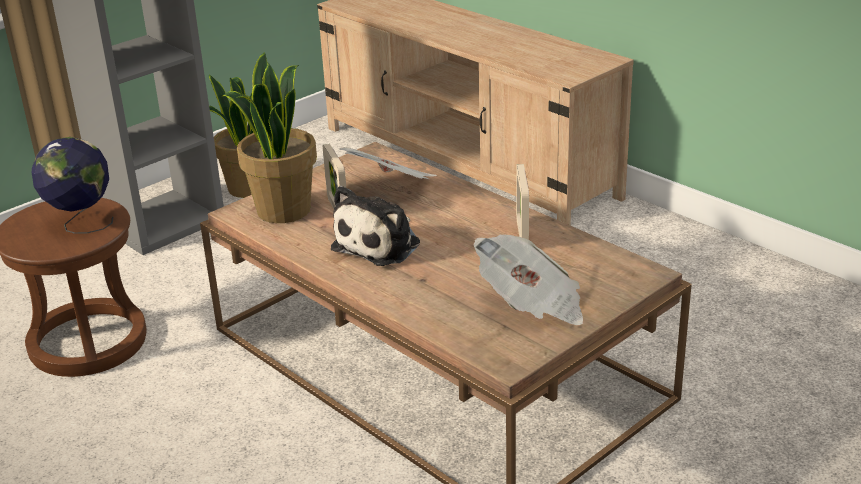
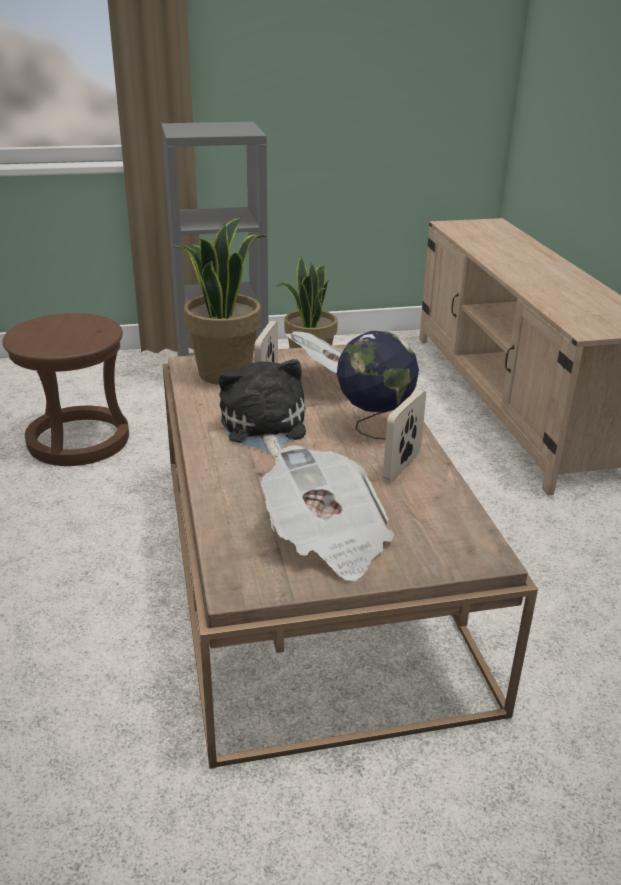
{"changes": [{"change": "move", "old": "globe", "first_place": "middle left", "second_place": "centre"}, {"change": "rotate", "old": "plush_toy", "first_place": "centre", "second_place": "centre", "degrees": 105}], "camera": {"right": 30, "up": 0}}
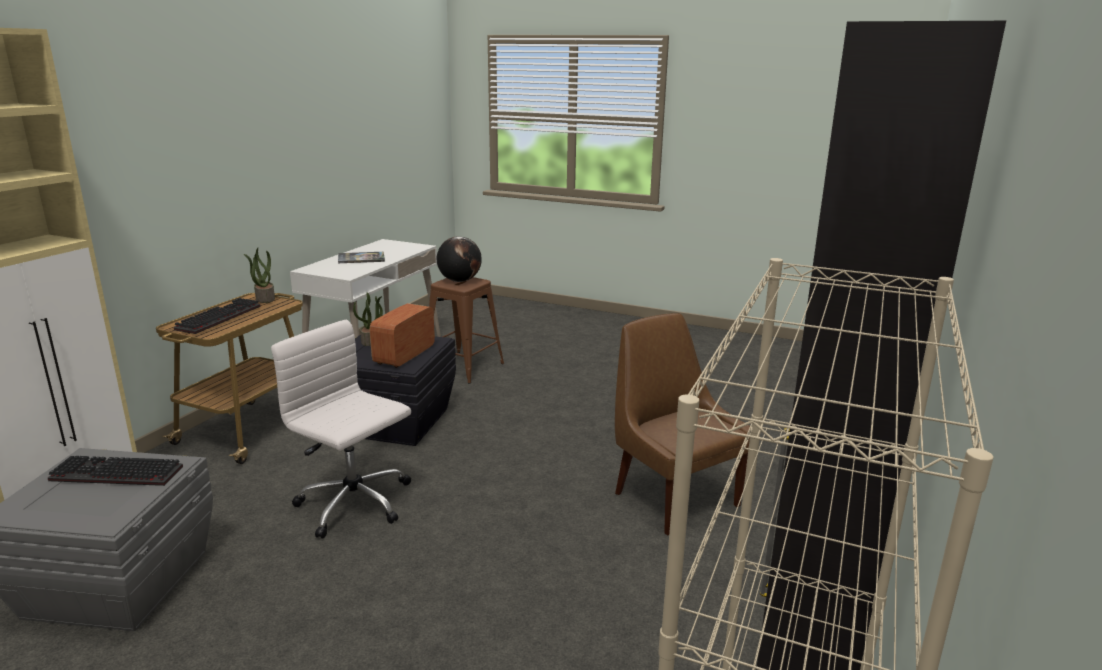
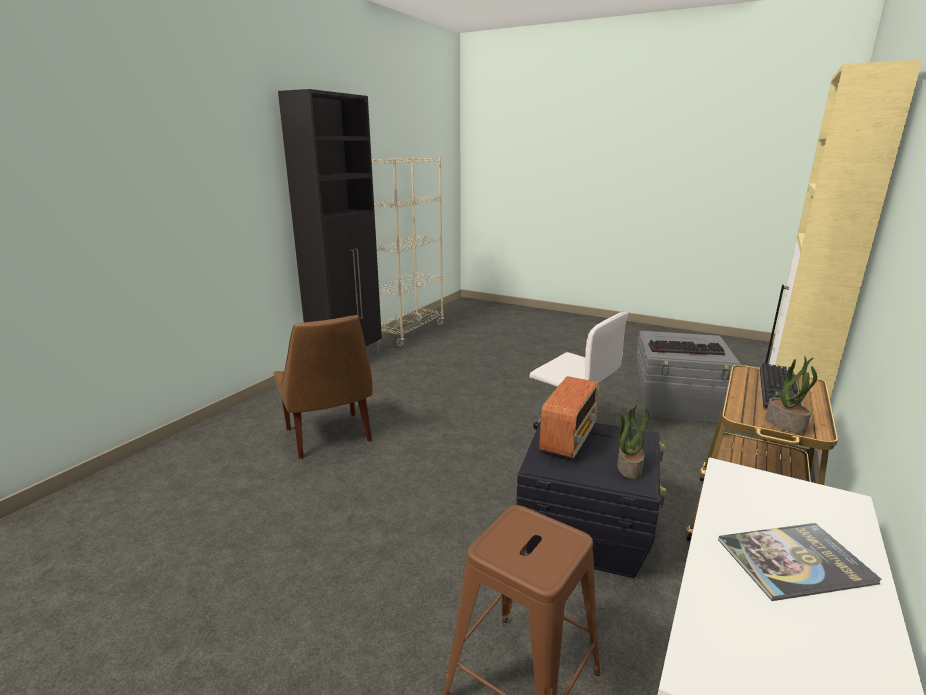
{"changes": [{"change": "delete", "old": "globe", "first_place": "centre"}], "camera": {"right": -175, "up": 0}}
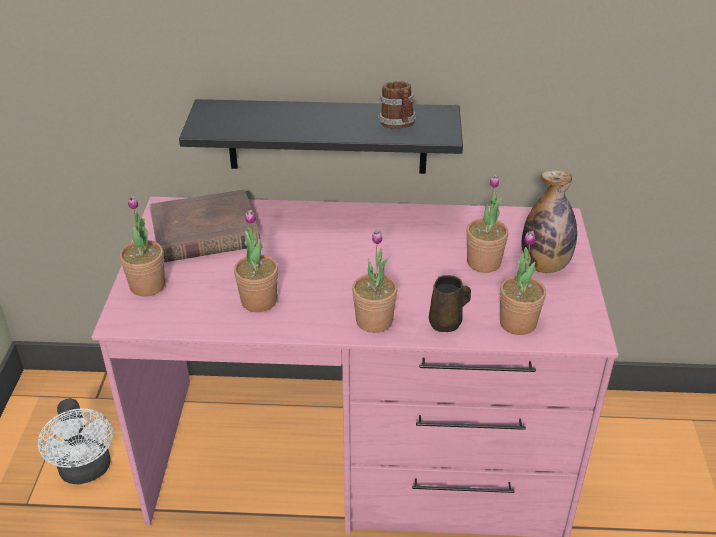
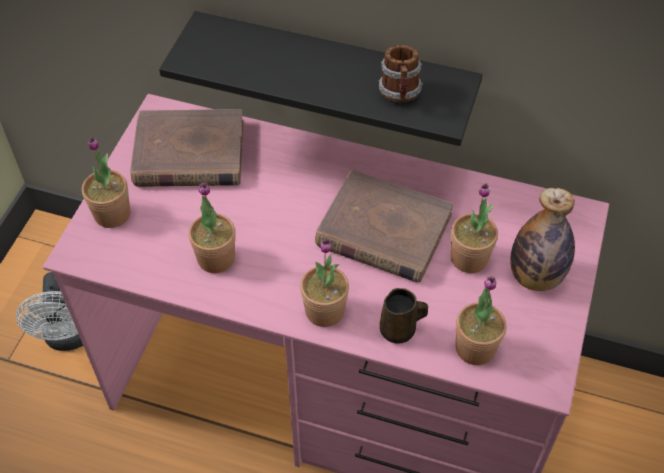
{"changes": [{"change": "insert", "new": "brown_book (2nd from left)", "second_place": "centre"}], "camera": {"right": 15, "up": 15}}
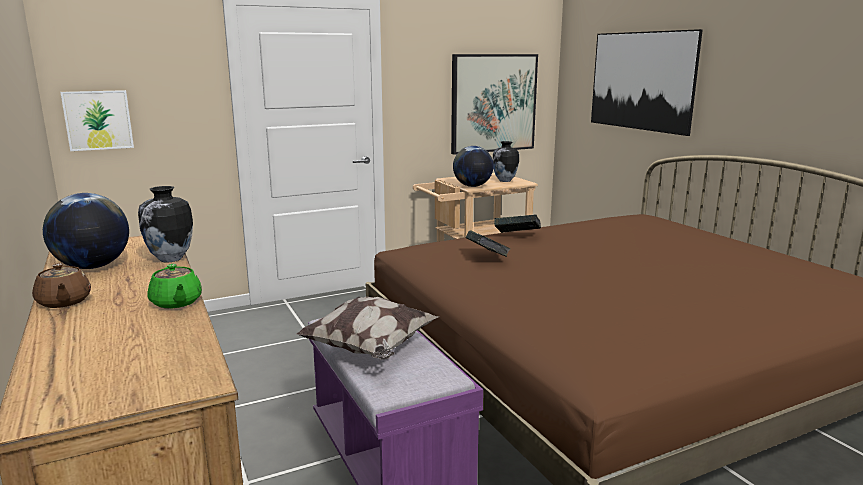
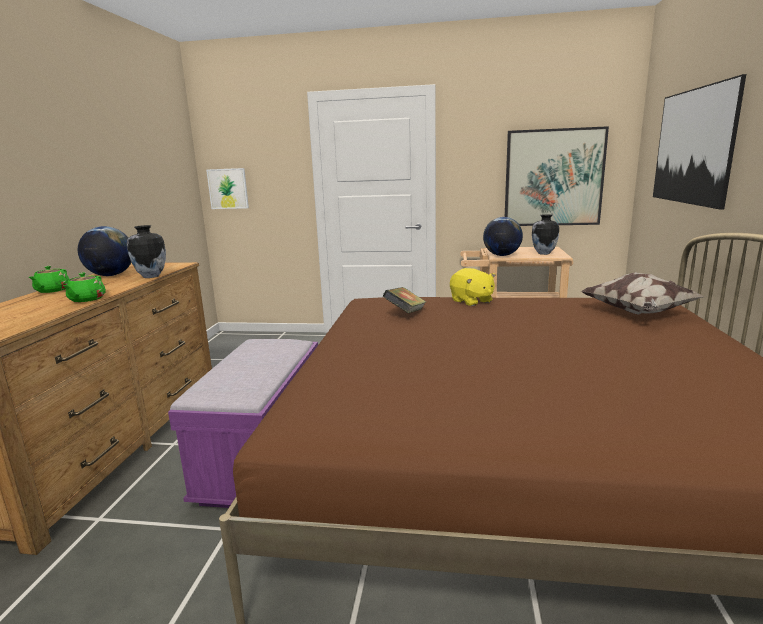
{"changes": [{"change": "recolor", "old": "brown_teapot", "new": "green_teapot (1st from left)", "first_place": "middle left", "second_place": "middle left"}, {"change": "move", "old": "pillow", "first_place": "bottom centre", "second_place": "middle right"}, {"change": "replace", "old": "book (2nd from left)", "new": "yellow_plush_toy", "first_place": "centre", "second_place": "centre"}], "camera": {"right": 35, "up": 0}}
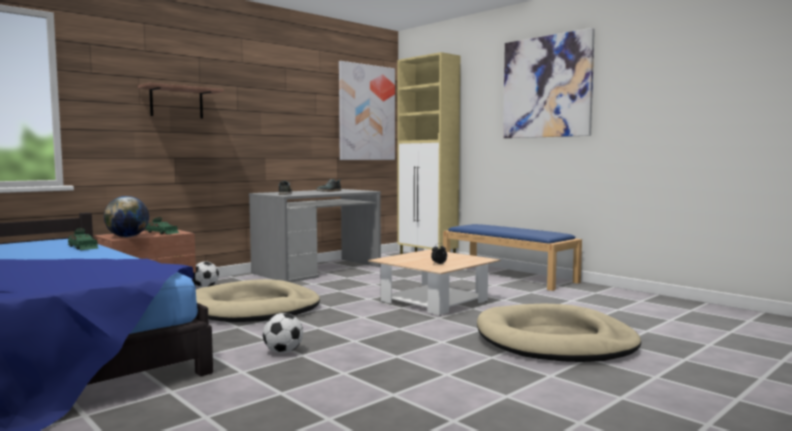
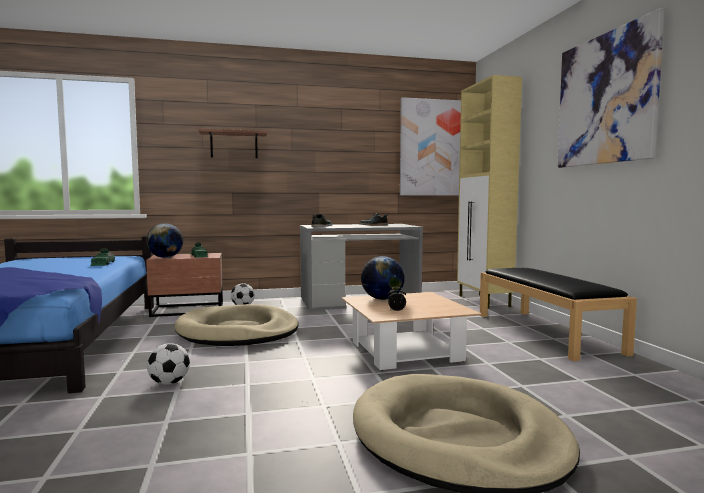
{"changes": [{"change": "recolor", "old": "blue_bench", "new": "black_bench", "first_place": "centre", "second_place": "middle right"}, {"change": "insert", "new": "globe (2nd from left)", "second_place": "centre"}], "camera": {"right": 30, "up": 0}}
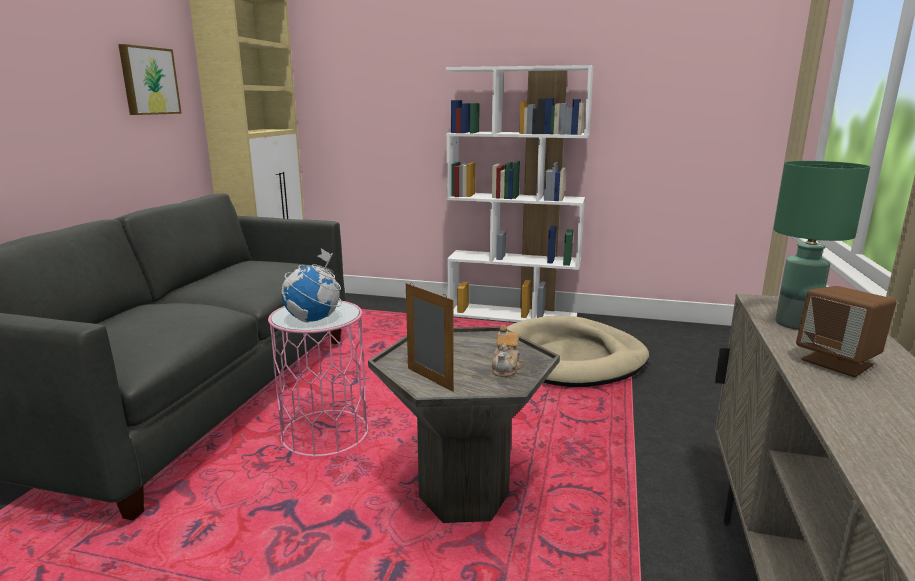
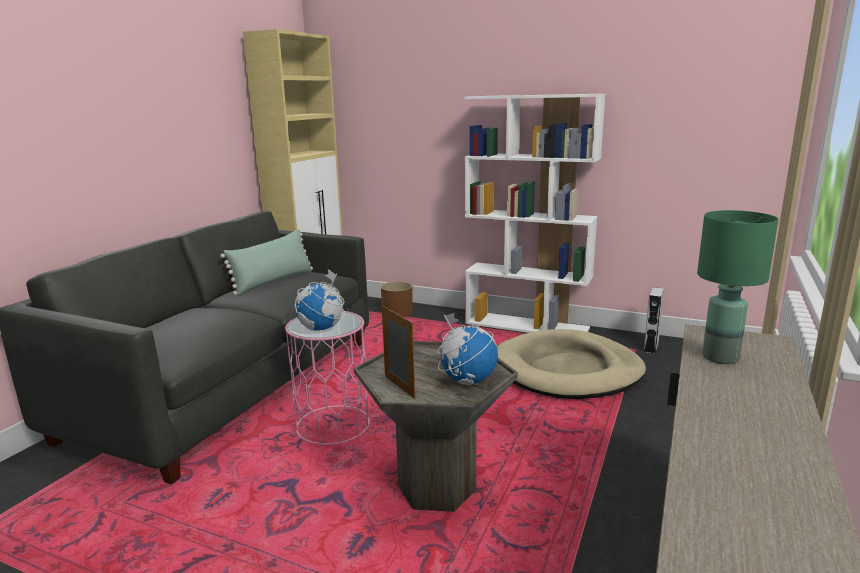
{"changes": [{"change": "delete", "old": "picture", "first_place": "top left"}, {"change": "replace", "old": "teapot", "new": "globe (2nd from left)", "first_place": "centre", "second_place": "centre"}, {"change": "delete", "old": "brown_speaker", "first_place": "middle right"}, {"change": "insert", "new": "green_pillow", "second_place": "middle left"}, {"change": "insert", "new": "brown_planter", "second_place": "centre"}, {"change": "insert", "new": "grey_speaker", "second_place": "middle right"}], "camera": {"right": 10, "up": 0}}
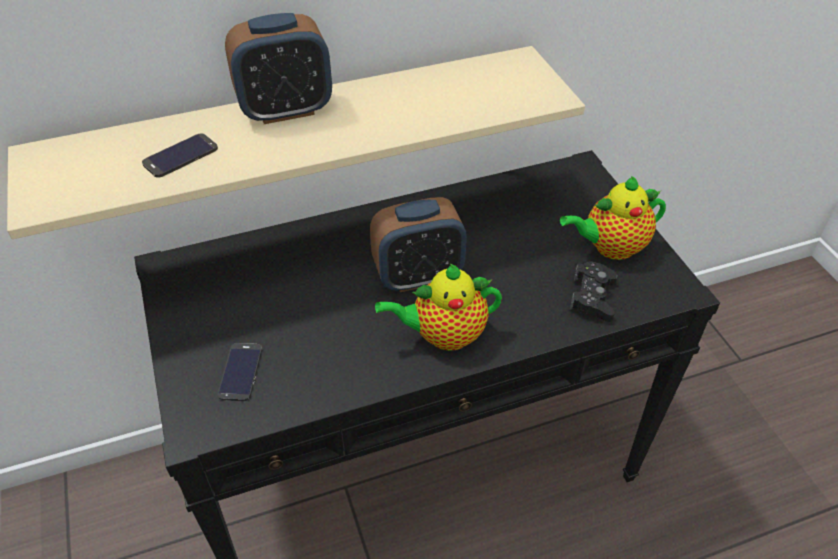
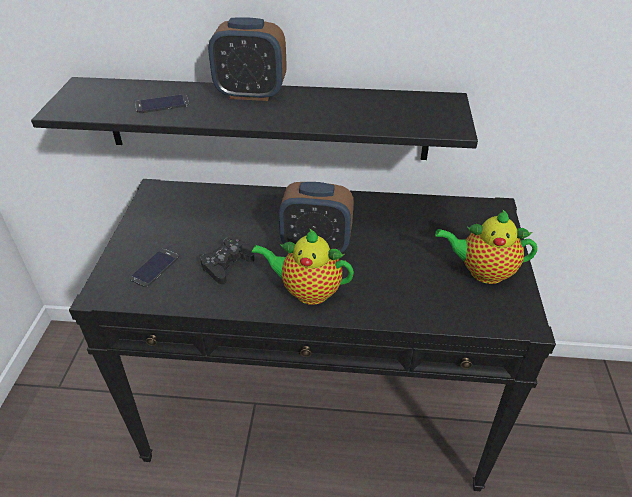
{"changes": [{"change": "recolor", "old": "beige_shelf", "new": "black_shelf", "first_place": "top centre", "second_place": "top centre"}, {"change": "move", "old": "black_game_controller", "first_place": "middle right", "second_place": "centre"}], "camera": {"right": 25, "up": -5}}
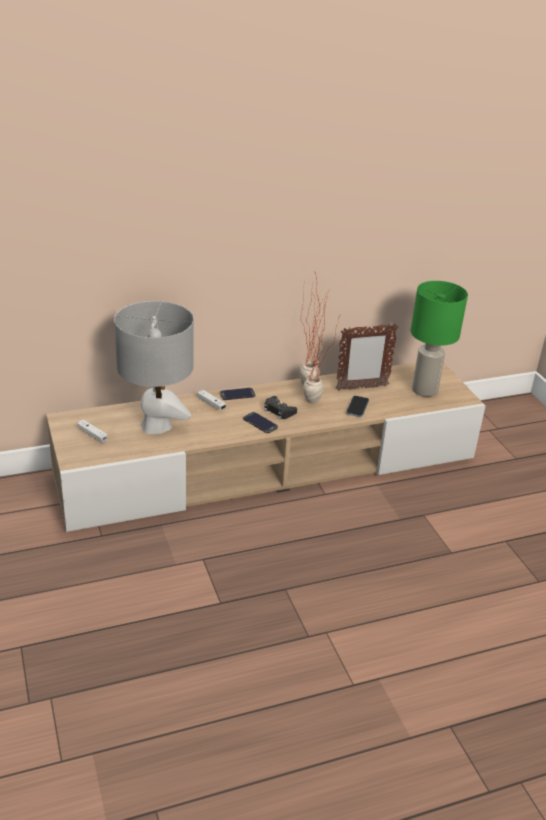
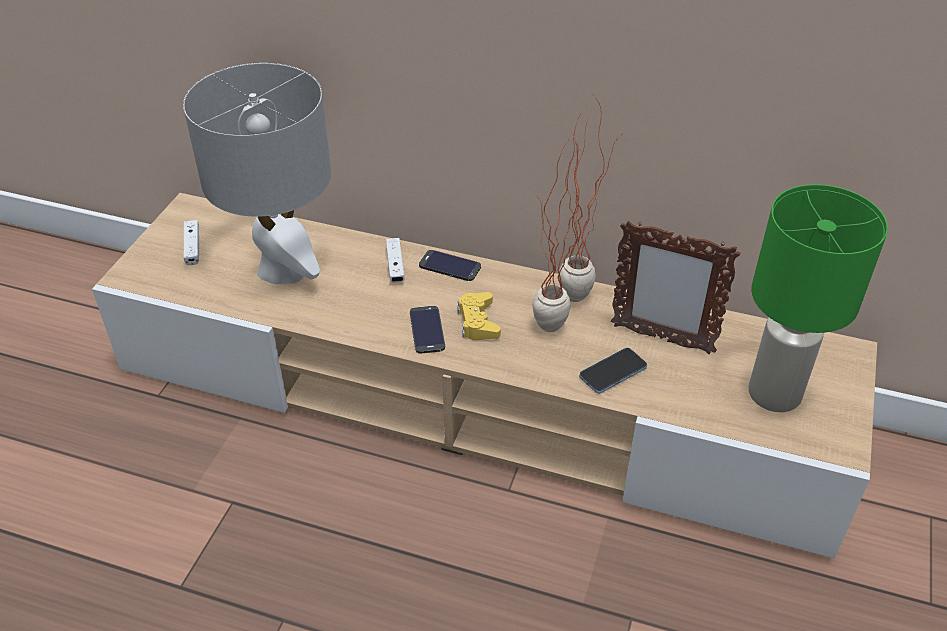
{"changes": [{"change": "recolor", "old": "black_game_controller", "new": "yellow_game_controller", "first_place": "centre", "second_place": "centre"}], "camera": {"right": 40, "up": 10}}
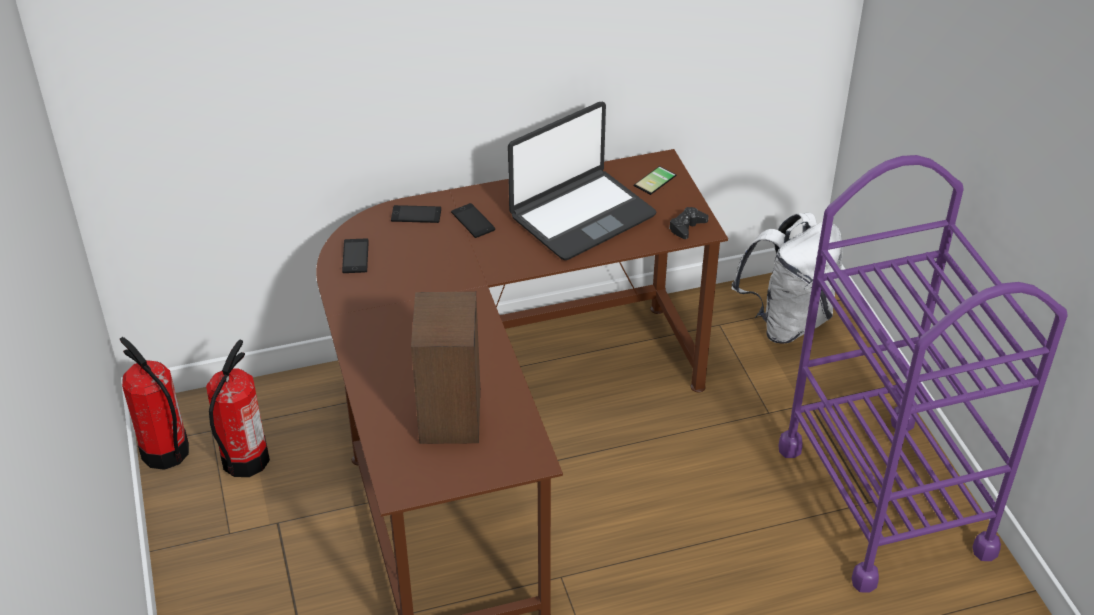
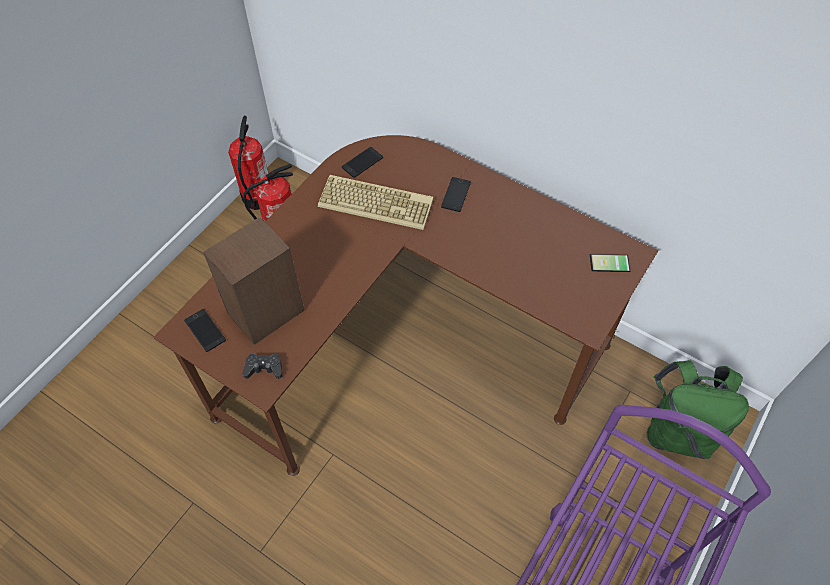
{"changes": [{"change": "move", "old": "phone (2nd from left in the first image)", "new": "phone (1st from left)", "first_place": "centre", "second_place": "middle left"}, {"change": "delete", "old": "laptop", "first_place": "top centre"}, {"change": "move", "old": "black_game_controller", "first_place": "centre", "second_place": "middle left"}, {"change": "recolor", "old": "white_backpack", "new": "green_backpack", "first_place": "middle right", "second_place": "bottom right"}, {"change": "insert", "new": "keyboard", "second_place": "centre"}], "camera": {"right": 50, "up": 15}}
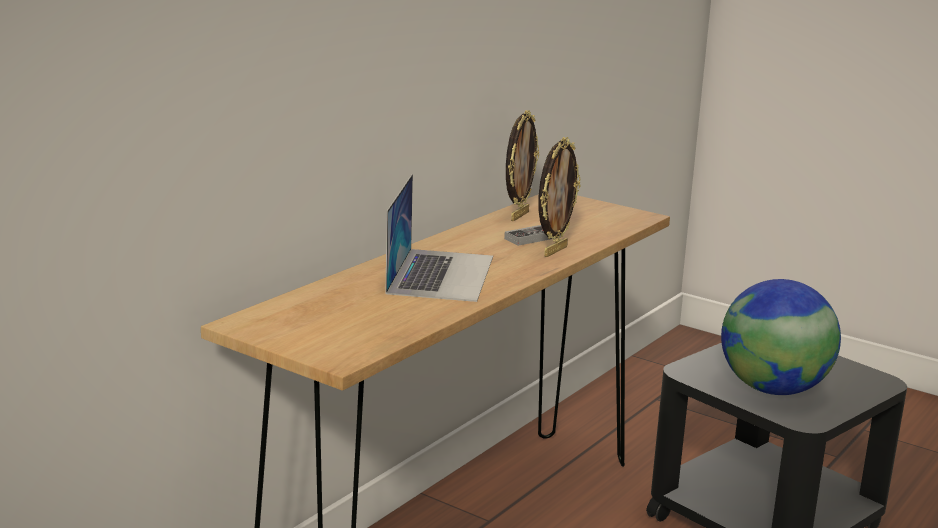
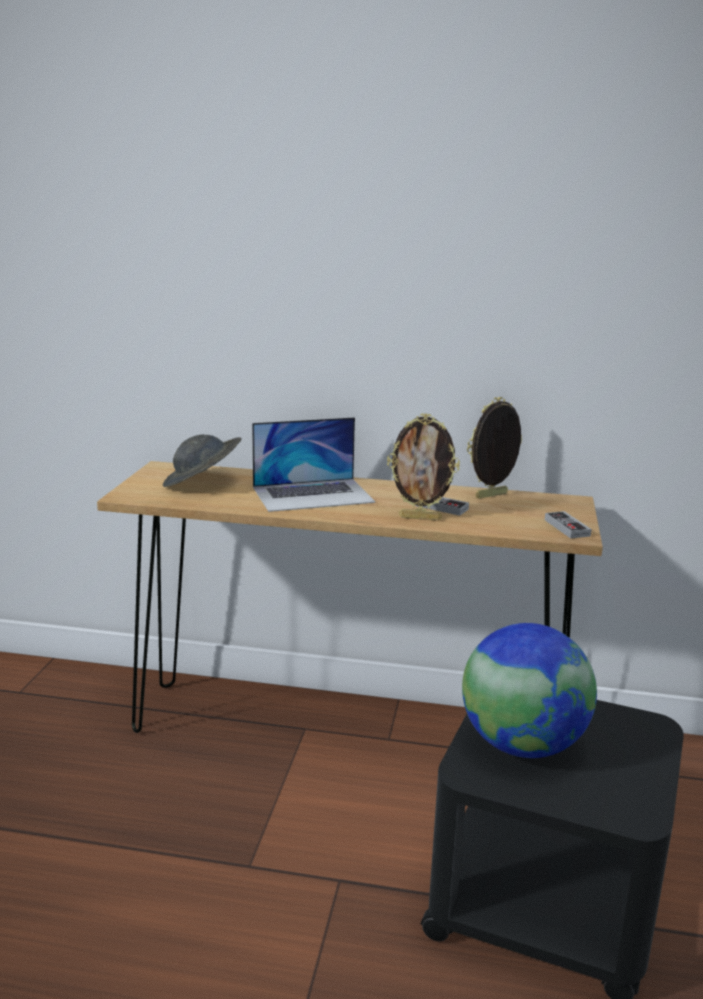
{"changes": [{"change": "rotate", "old": "picture_frame (1st from left in the first image)", "first_place": "top centre", "second_place": "middle right", "degrees": 150}, {"change": "insert", "new": "grey_hat", "second_place": "middle left"}, {"change": "insert", "new": "game_controller (2nd from left)", "second_place": "middle right"}], "camera": {"right": 65, "up": 0}}
